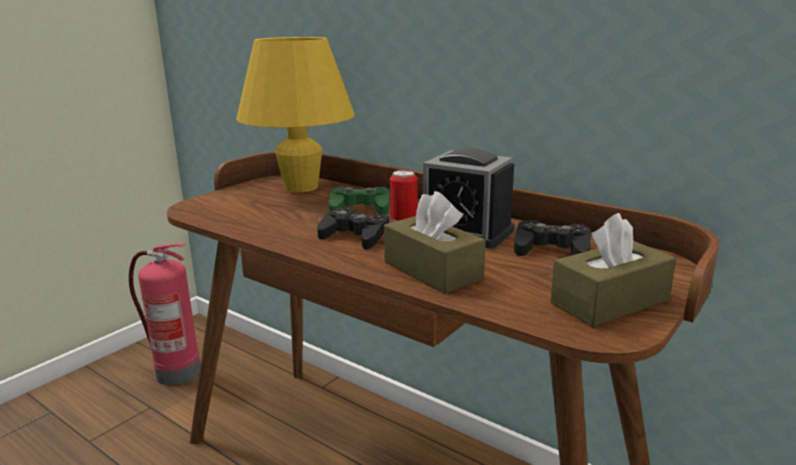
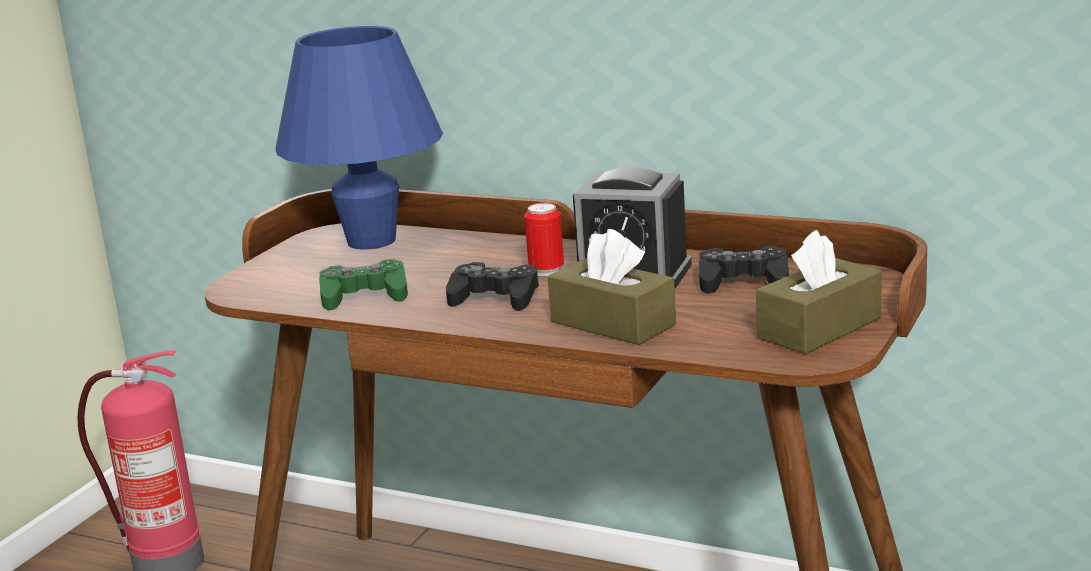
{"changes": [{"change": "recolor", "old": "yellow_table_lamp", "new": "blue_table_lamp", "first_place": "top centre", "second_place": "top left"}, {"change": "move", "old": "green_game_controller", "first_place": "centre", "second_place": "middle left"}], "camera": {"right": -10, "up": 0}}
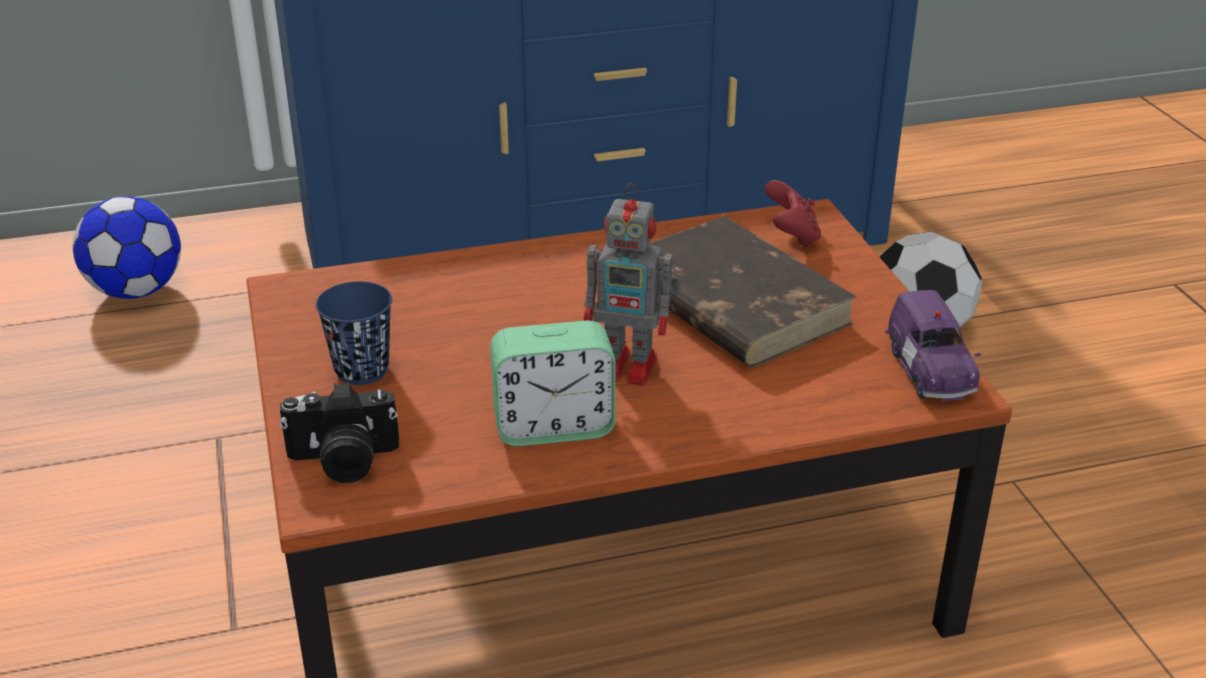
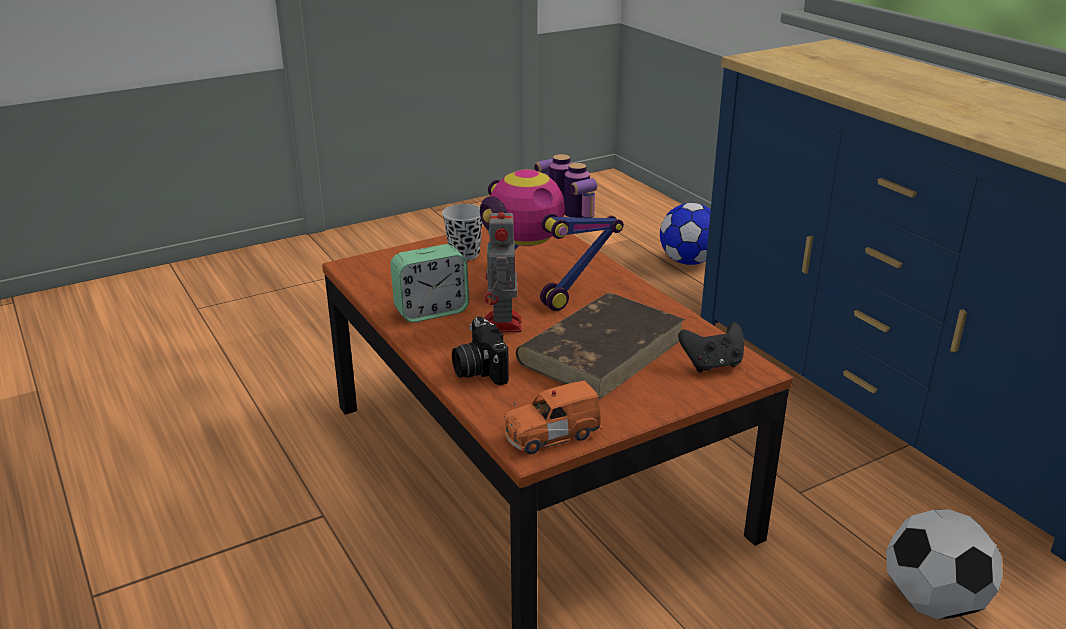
{"changes": [{"change": "move", "old": "photo_camera", "first_place": "middle left", "second_place": "centre"}, {"change": "recolor", "old": "blue_cup", "new": "black_cup", "first_place": "middle left", "second_place": "centre"}, {"change": "rotate", "old": "alarm_clock", "first_place": "centre", "second_place": "centre", "degrees": -90}, {"change": "recolor", "old": "red_game_controller", "new": "black_game_controller", "first_place": "top centre", "second_place": "middle right"}, {"change": "recolor", "old": "purple_toy_car", "new": "orange_toy_car", "first_place": "middle right", "second_place": "centre"}, {"change": "insert", "new": "toy_robot (2nd from left)", "second_place": "centre"}], "camera": {"right": 75, "up": -5}}
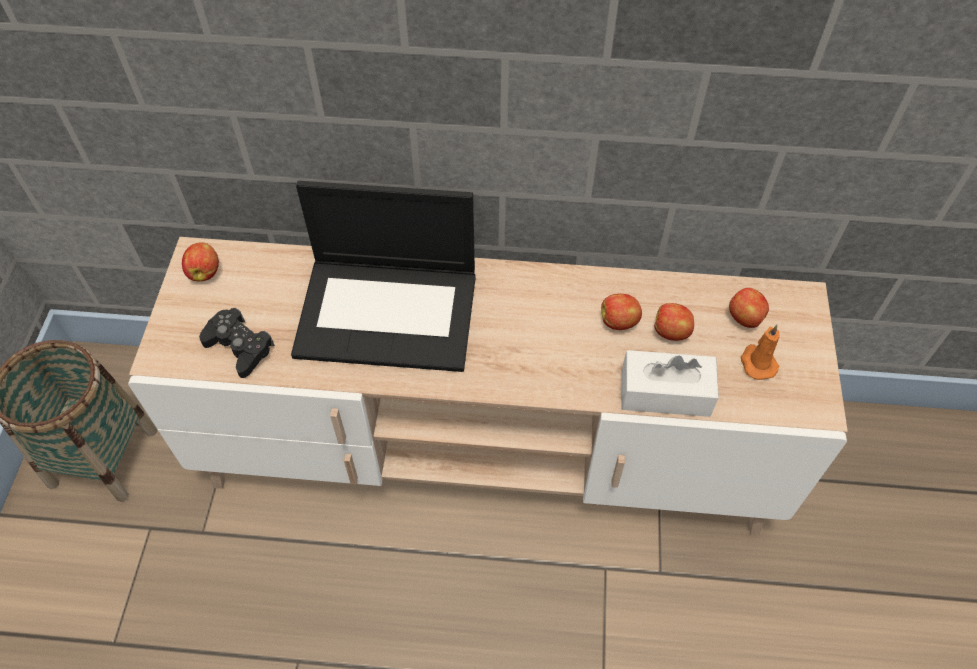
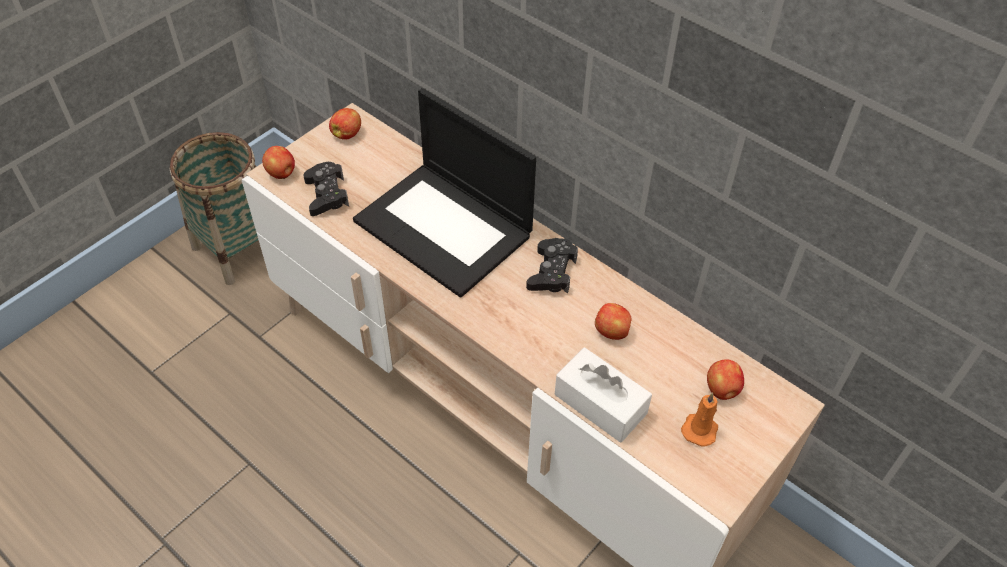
{"changes": [{"change": "move", "old": "apple (3rd from left in the first image)", "new": "apple (1st from left)", "first_place": "middle right", "second_place": "top left"}, {"change": "insert", "new": "black_game_controller (2nd from left)", "second_place": "centre"}], "camera": {"right": 35, "up": -5}}
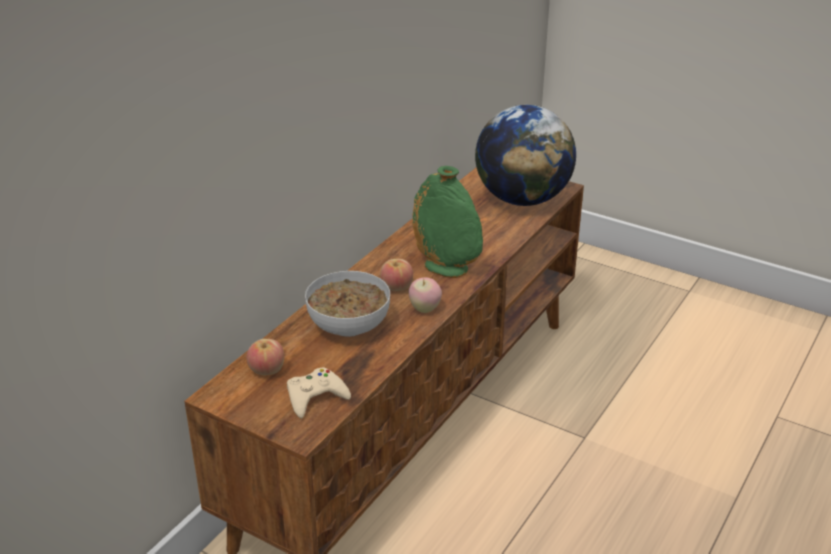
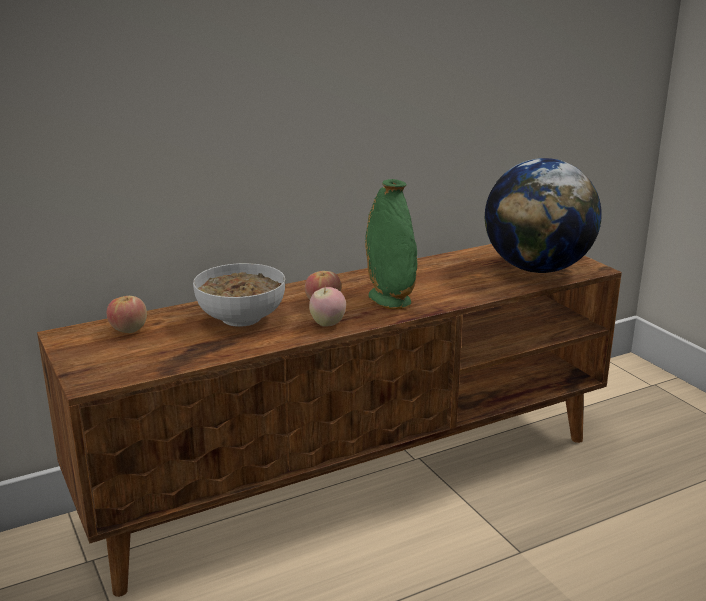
{"changes": [{"change": "delete", "old": "beige_game_controller", "first_place": "bottom centre"}], "camera": {"right": 30, "up": -10}}
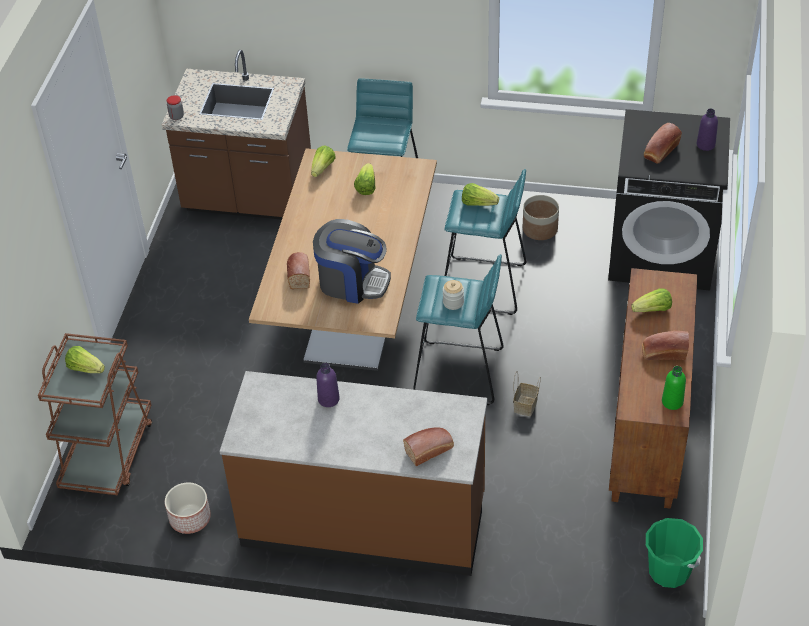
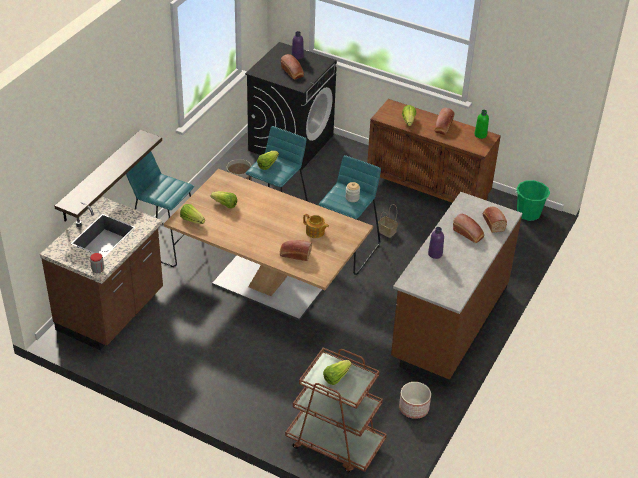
{"changes": [{"change": "replace", "old": "coffee_machine", "new": "teapot", "first_place": "centre", "second_place": "centre"}, {"change": "insert", "new": "shelf", "second_place": "middle left"}, {"change": "insert", "new": "bread (4th from left)", "second_place": "middle right"}], "camera": {"right": -75, "up": -5}}
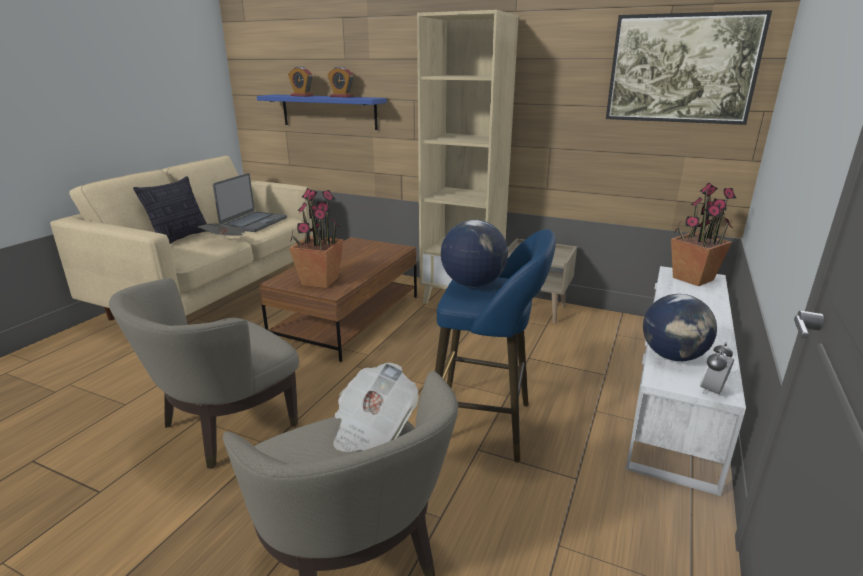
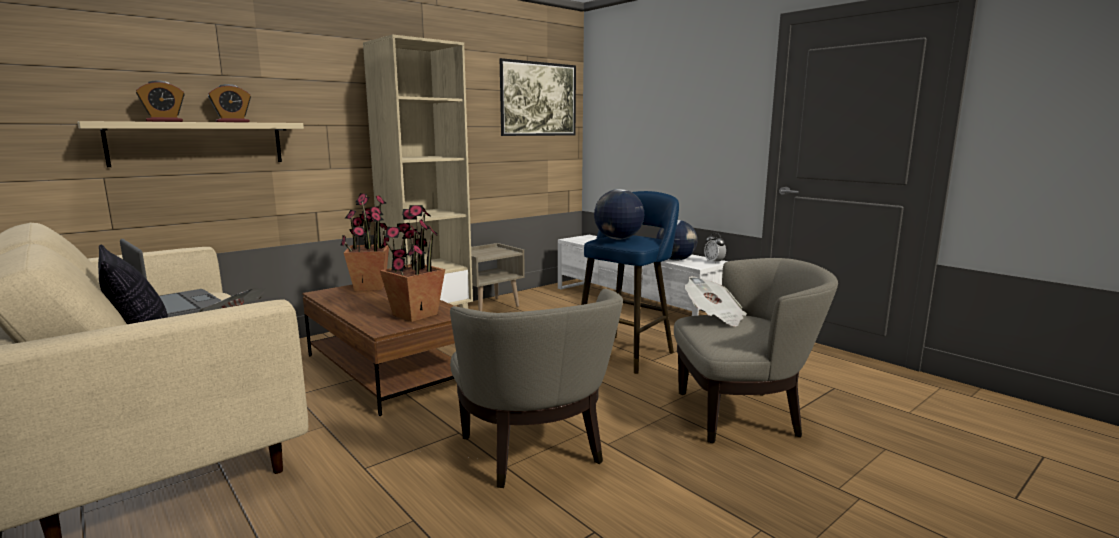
{"changes": [{"change": "recolor", "old": "blue_shelf", "new": "beige_shelf", "first_place": "top centre", "second_place": "top left"}, {"change": "move", "old": "potted_plant (2nd from left in the first image)", "new": "potted_plant (1st from left)", "first_place": "middle right", "second_place": "middle left"}], "camera": {"right": -65, "up": -10}}
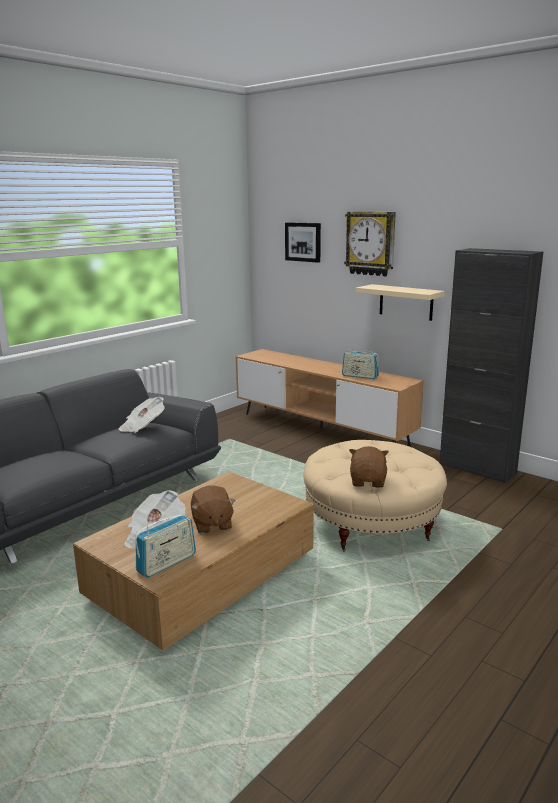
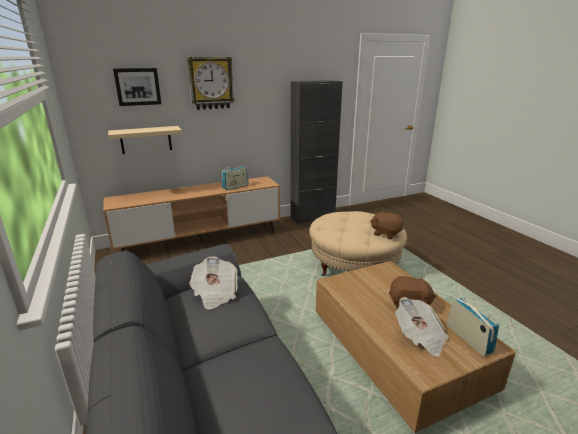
{"changes": [{"change": "move", "old": "beige_shelf", "first_place": "middle right", "second_place": "top left"}], "camera": {"right": -65, "up": 5}}
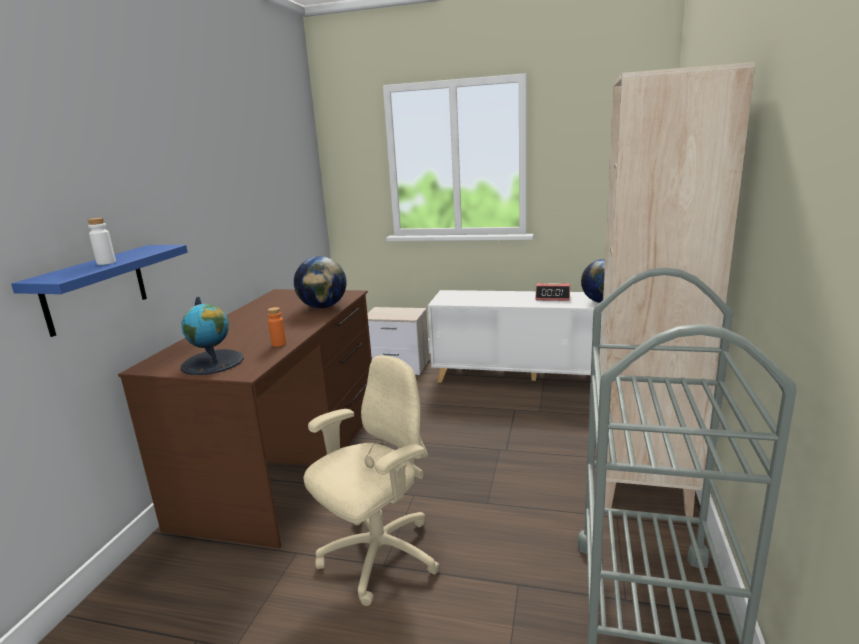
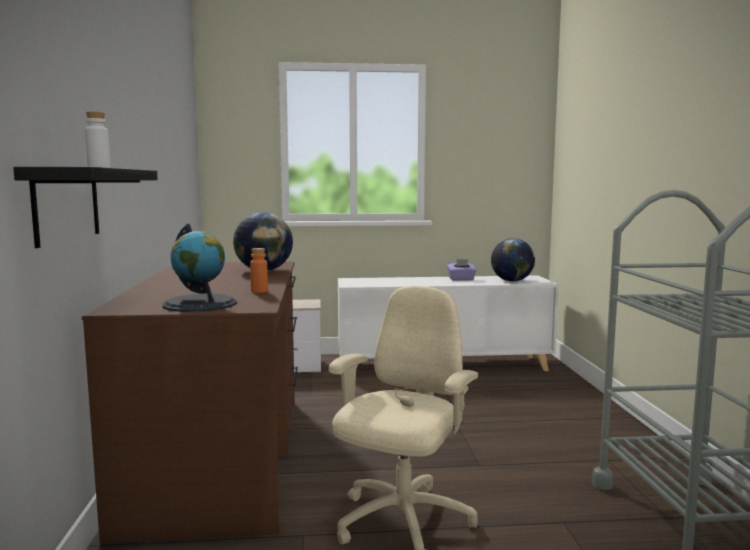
{"changes": [{"change": "recolor", "old": "blue_shelf", "new": "black_shelf", "first_place": "middle left", "second_place": "middle left"}, {"change": "replace", "old": "alarm_clock", "new": "purple_tissue_box", "first_place": "centre", "second_place": "centre"}, {"change": "delete", "old": "beige_bookcase", "first_place": "middle right"}], "camera": {"right": -20, "up": -10}}
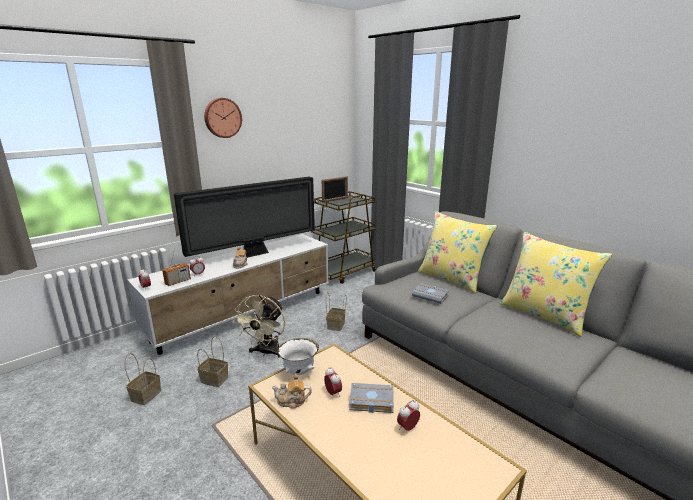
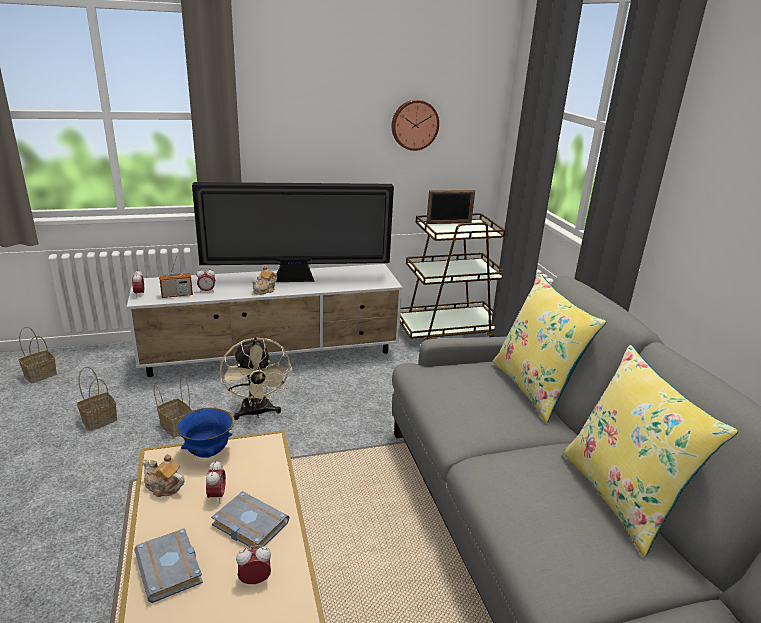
{"changes": [{"change": "move", "old": "wall_clock", "first_place": "top left", "second_place": "top centre"}, {"change": "rotate", "old": "beige_fan", "first_place": "centre", "second_place": "centre", "degrees": -60}, {"change": "recolor", "old": "white_bowl", "new": "blue_bowl", "first_place": "bottom centre", "second_place": "bottom left"}, {"change": "move", "old": "basket (3rd from left in the first image)", "new": "basket (1st from left)", "first_place": "centre", "second_place": "middle left"}, {"change": "move", "old": "grey_book (2nd from left in the first image)", "new": "grey_book (1st from left)", "first_place": "centre", "second_place": "bottom left"}], "camera": {"right": 25, "up": 5}}
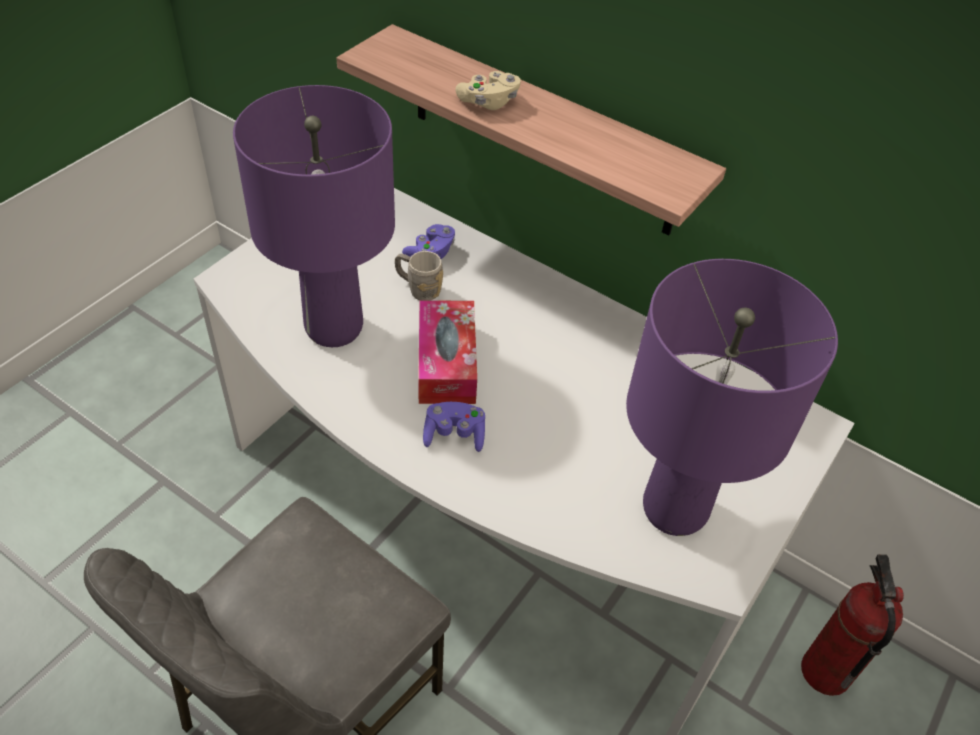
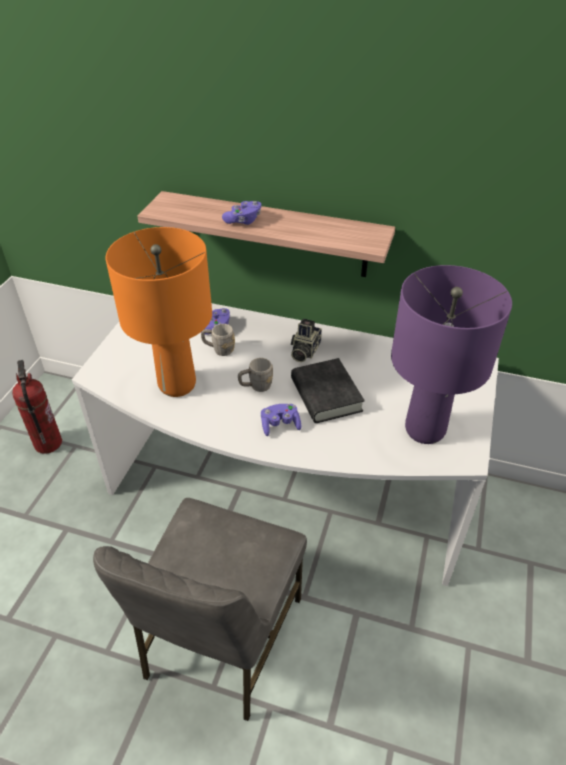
{"changes": [{"change": "recolor", "old": "purple_table_lamp (1st from left)", "new": "orange_table_lamp", "first_place": "top left", "second_place": "middle left"}, {"change": "replace", "old": "tissue_box", "new": "grey_mug (2nd from left)", "first_place": "centre", "second_place": "centre"}, {"change": "recolor", "old": "beige_game_controller", "new": "purple_game_controller (2nd from left)", "first_place": "top centre", "second_place": "top centre"}, {"change": "move", "old": "fire_extinguisher", "first_place": "bottom right", "second_place": "middle left"}, {"change": "insert", "new": "photo_camera", "second_place": "centre"}, {"change": "insert", "new": "black_book", "second_place": "centre"}], "camera": {"right": -15, "up": -5}}
